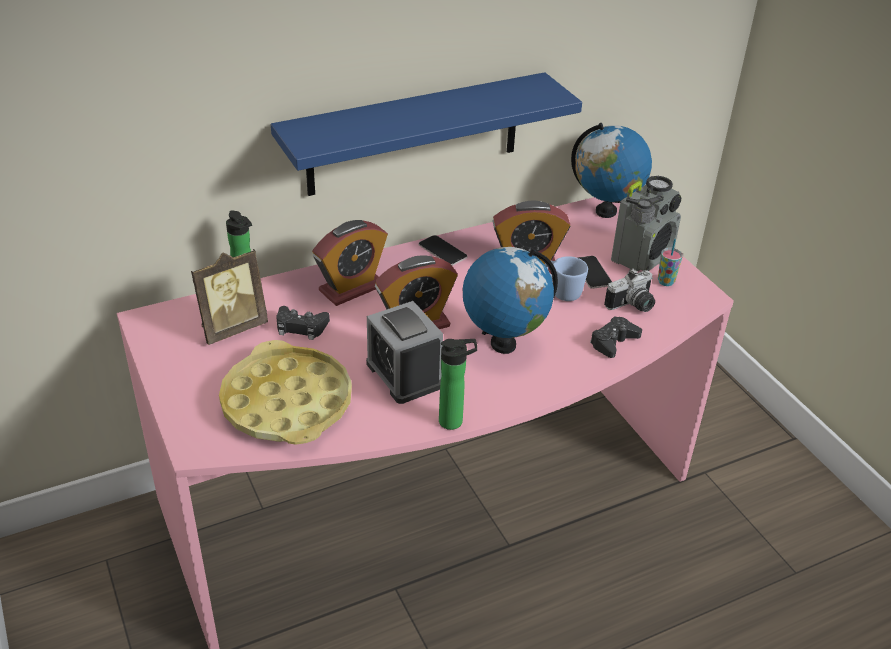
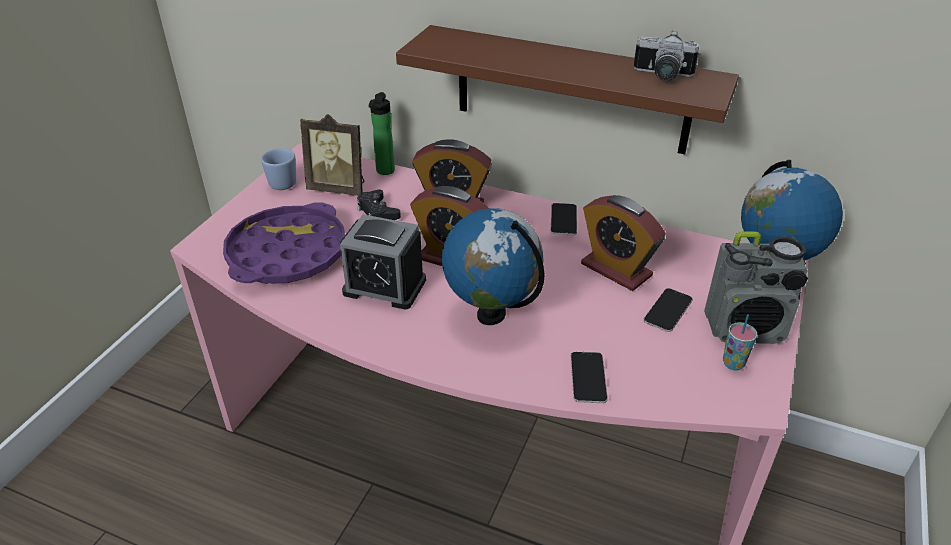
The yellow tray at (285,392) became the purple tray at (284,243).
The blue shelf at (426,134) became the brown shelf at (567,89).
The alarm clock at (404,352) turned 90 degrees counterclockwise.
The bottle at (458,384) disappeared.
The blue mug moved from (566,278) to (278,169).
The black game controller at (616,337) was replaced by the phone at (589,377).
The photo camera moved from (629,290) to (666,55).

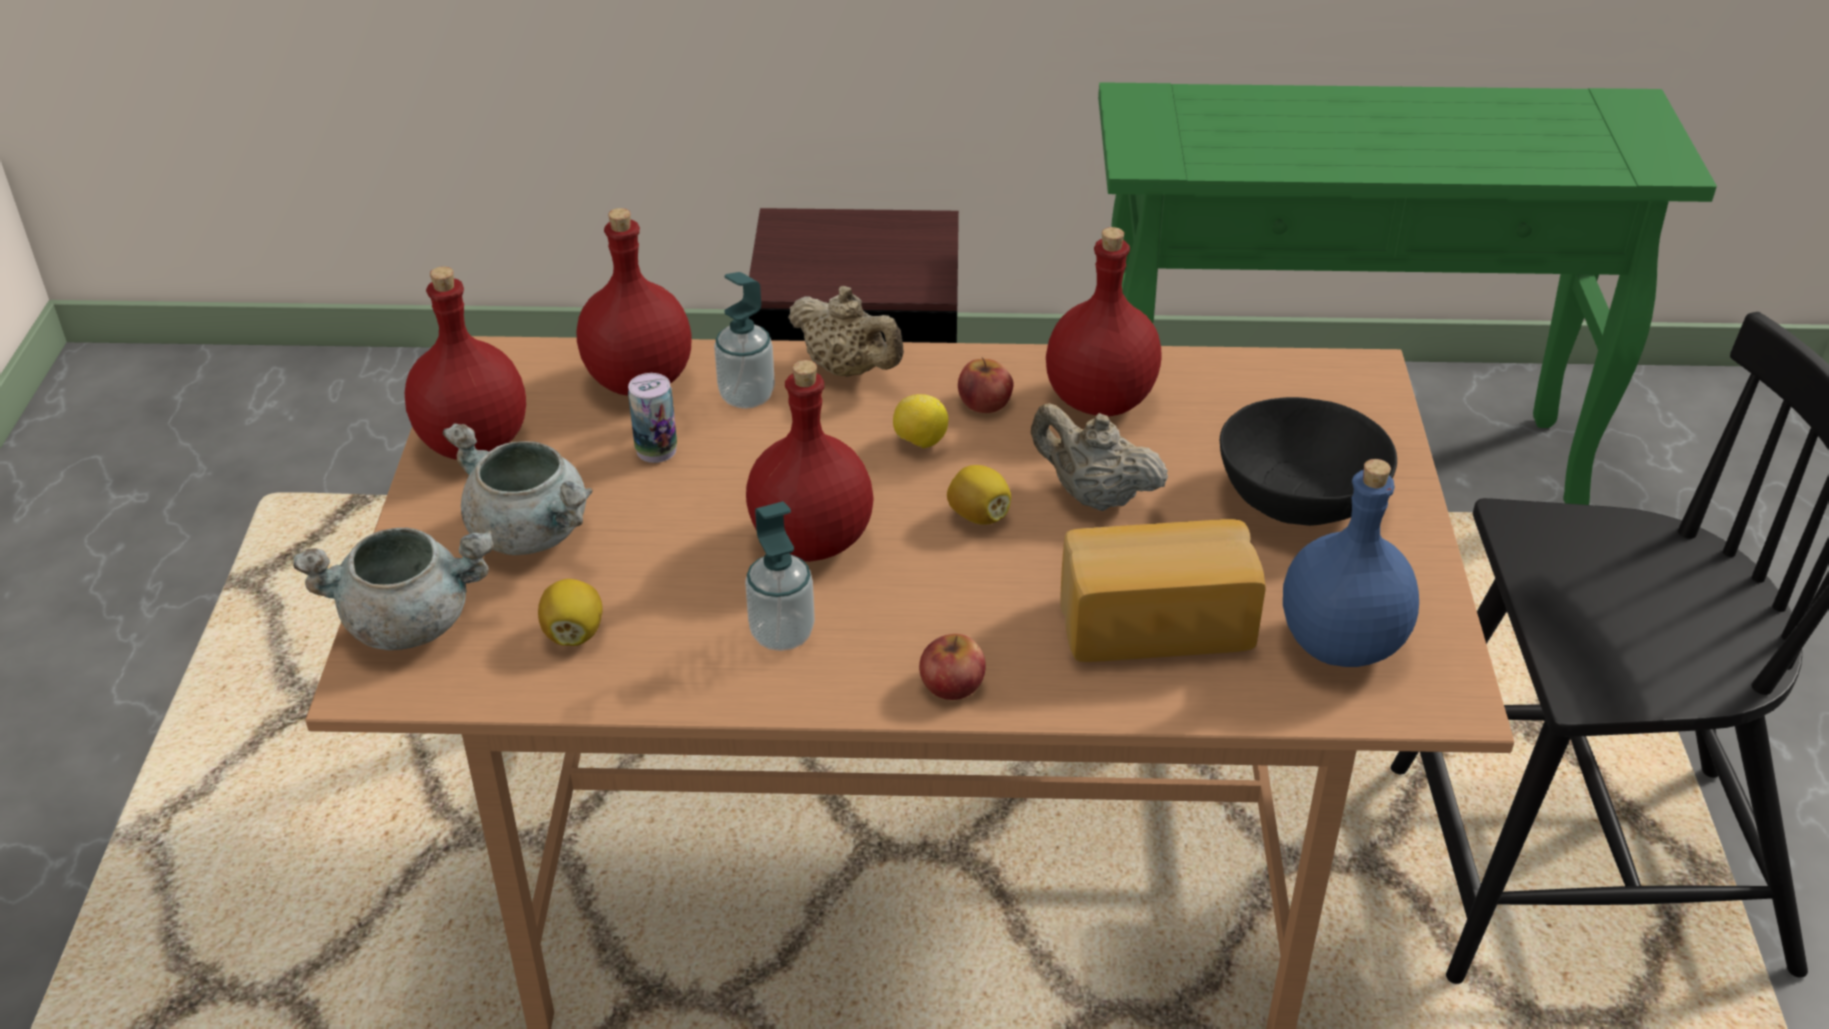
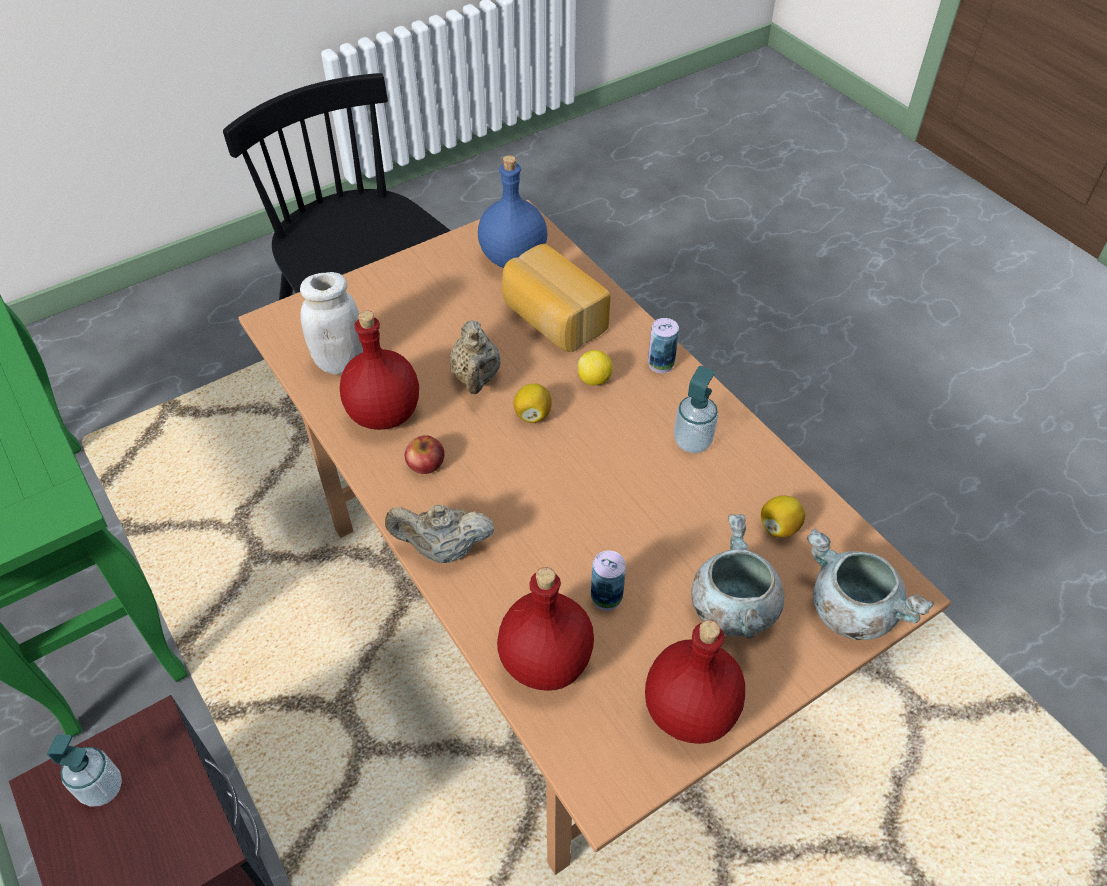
The soap dispenser moved from (744,340) to (84,770).
The red bottle at (810,461) disappeared.
The beige teapot at (846,331) turned 90 degrees counterclockwise.
The lemon moved from (921,421) to (595,368).
The apple at (952,667) was replaced by the can at (663,345).
The black bowl at (1308,461) disappeared.
The white jar at (331,323) appeared.

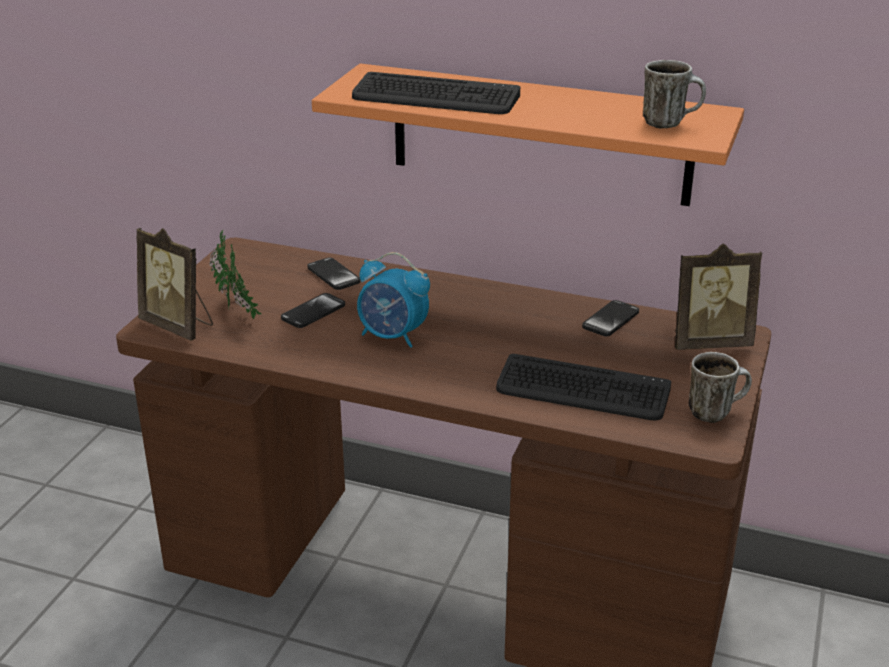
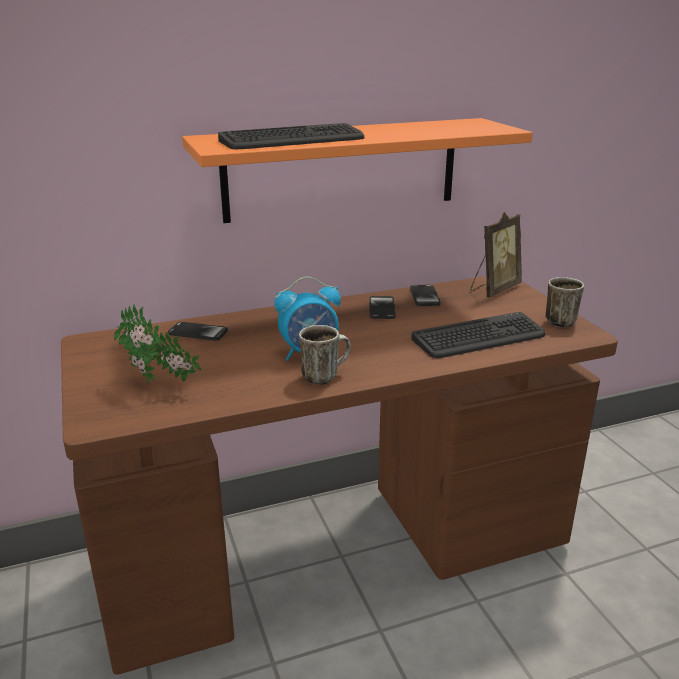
The picture frame at (175,284) disappeared.
The phone moved from (313,310) to (382,307).
The mug moved from (674,94) to (325,355).

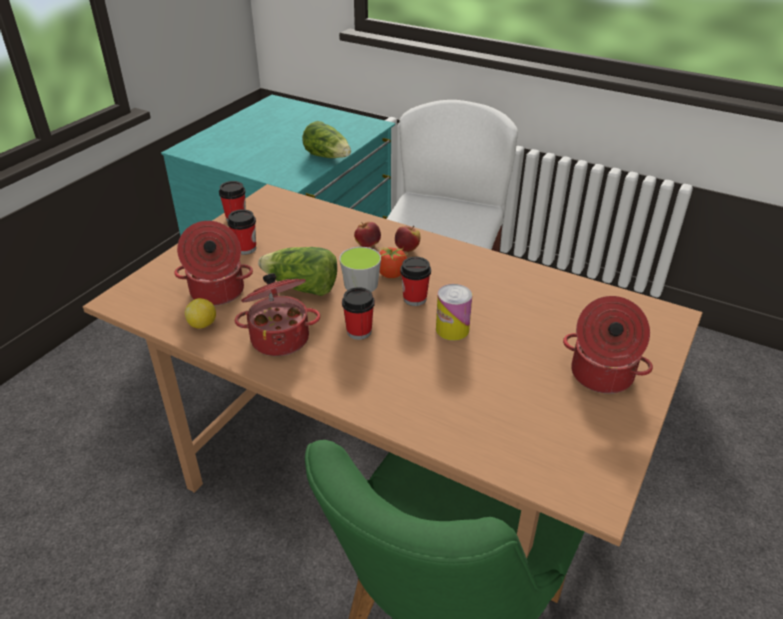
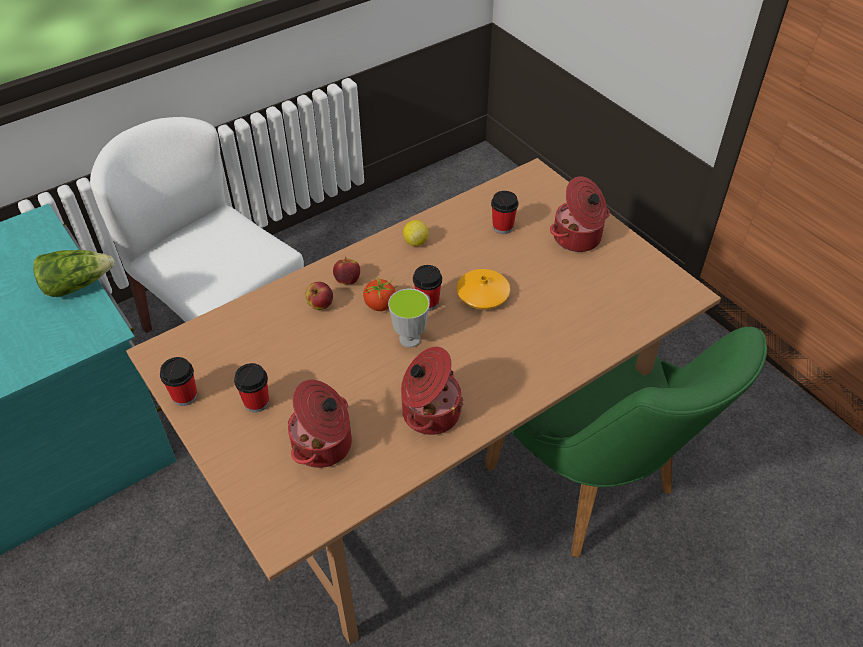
The lemon moved from (200,313) to (416,233).
The lettuce at (297,271) disappeared.
The cup moved from (358,313) to (504,212).
The can at (454,312) was replaced by the orange vase at (483,289).

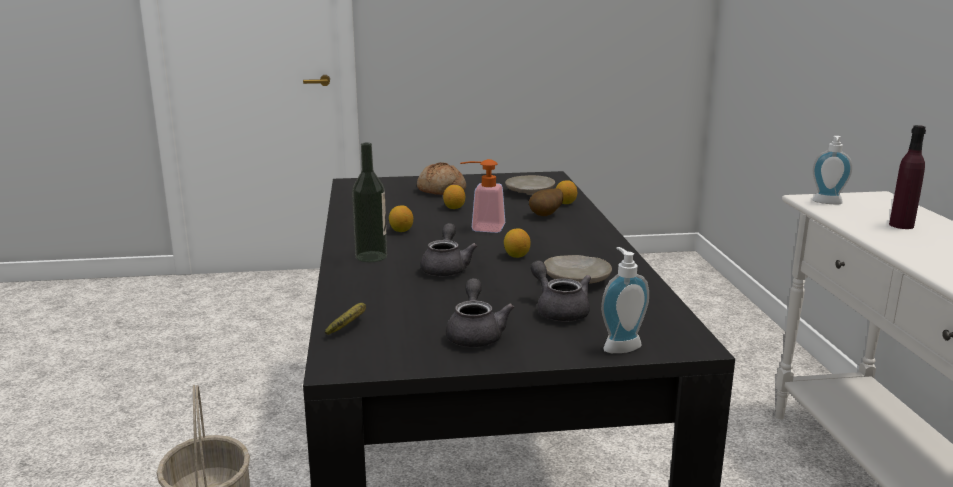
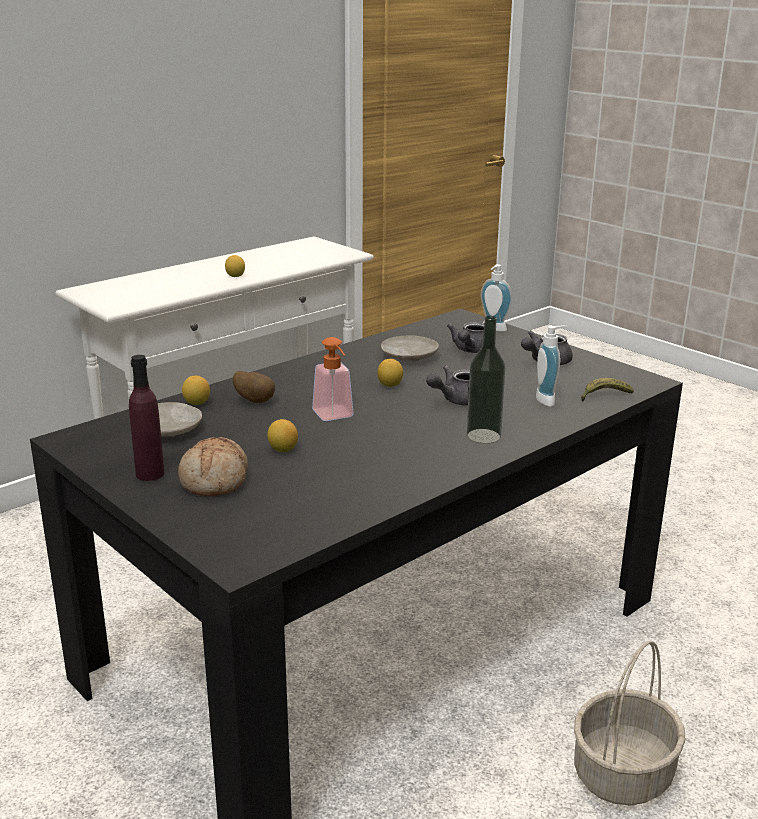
The lemon moved from (401,218) to (235,266).
The soap dispenser moved from (832,170) to (552,366).
The purple bottle moved from (907,177) to (146,418).

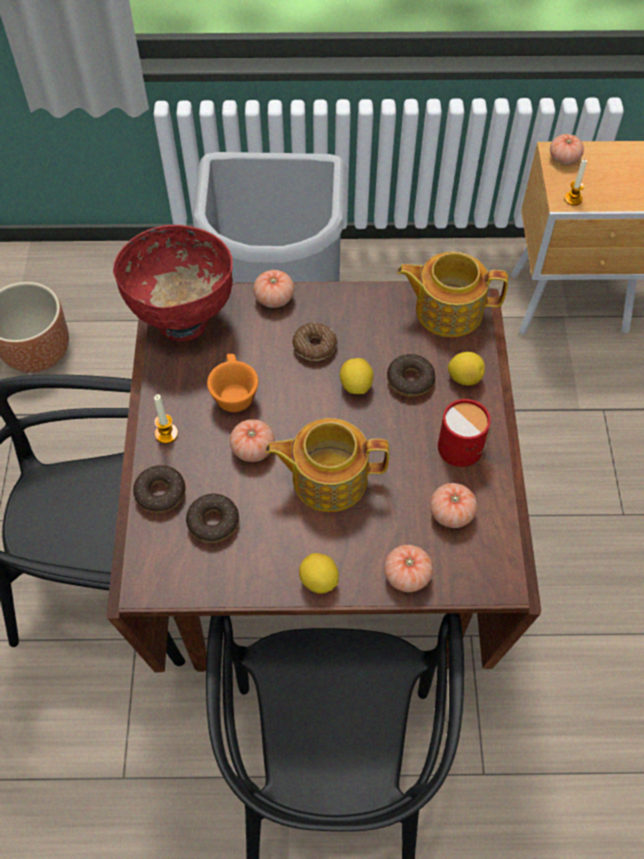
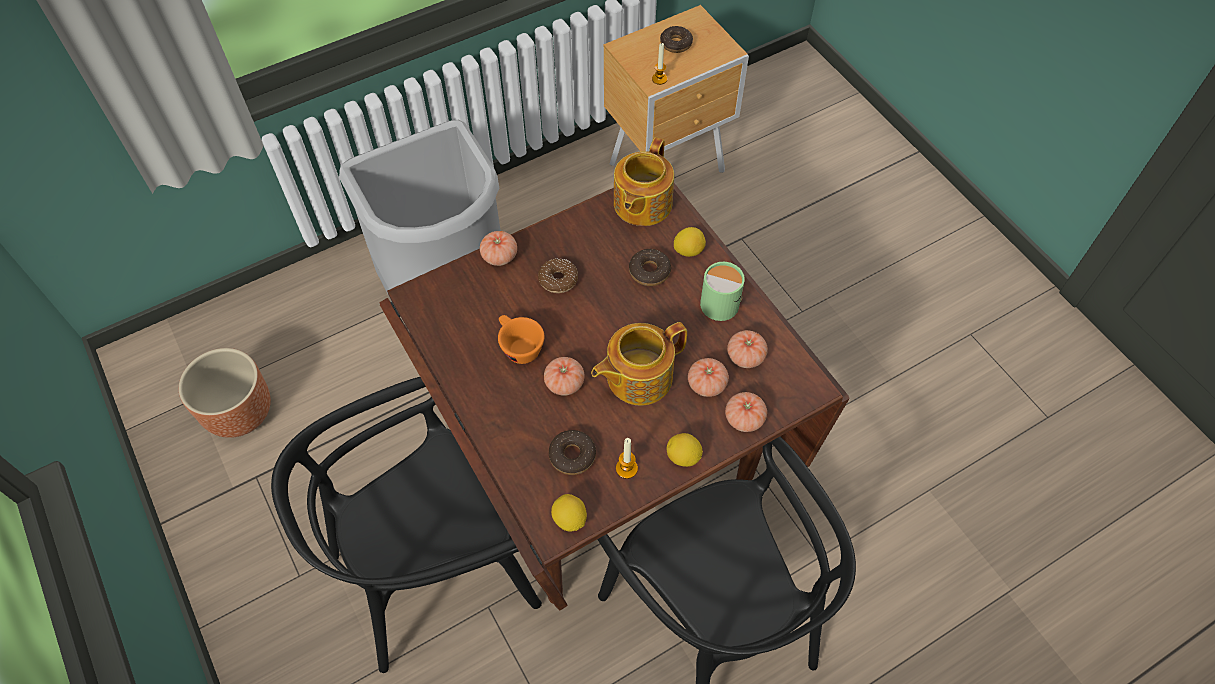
The red bowl at (173,283) disappeared.
The donut moved from (159,489) to (676,39).
The candle moved from (166,419) to (627,458).
The lemon moved from (357,376) to (569,513).
The teapot at (452,294) turned 45 degrees counterclockwise.
The red mug at (464,433) became the green mug at (722,291).
The tomato moved from (567,149) to (708,377).

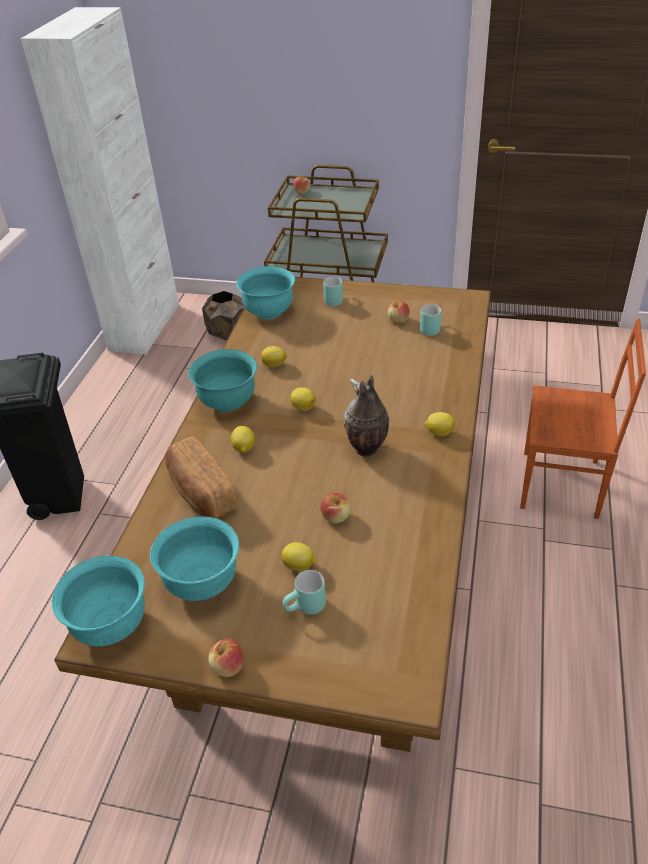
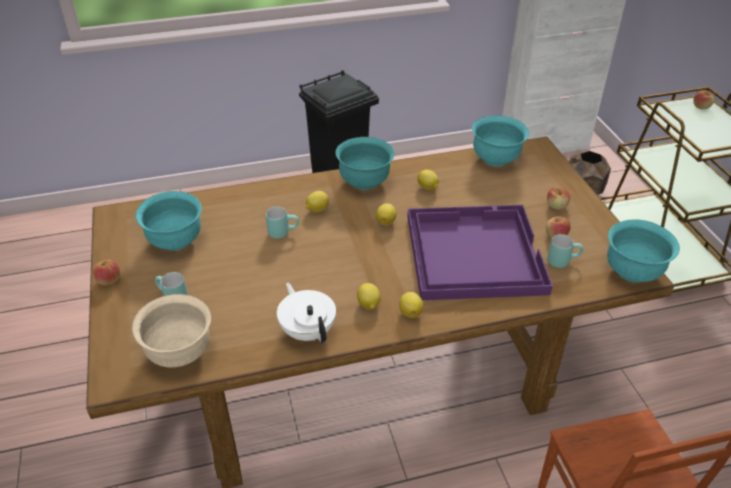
The turquoise bowl moved from (98,601) to (643,251).
The bread at (201,477) disappeared.
The lemon moved from (298,556) to (369,296).
The apple moved from (335,508) to (558,198).
The turquoise mug moved from (333,291) to (282,222).
The vase at (366,416) disappeared.
The beige bowl at (171,331) appeared.
The white teapot at (306,313) appeared.
The purple tray at (480,252) appeared.

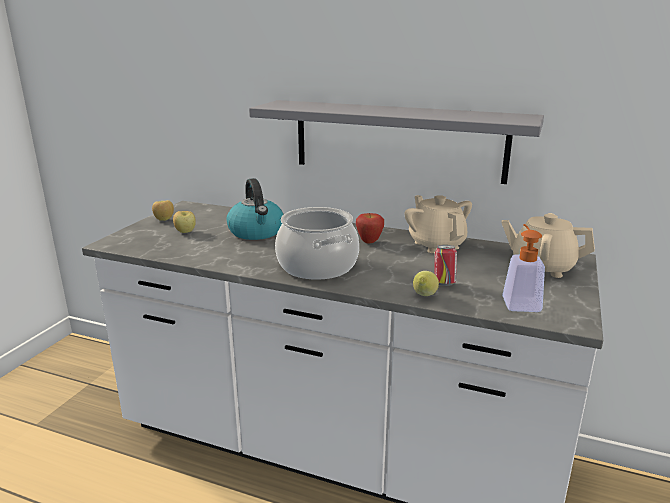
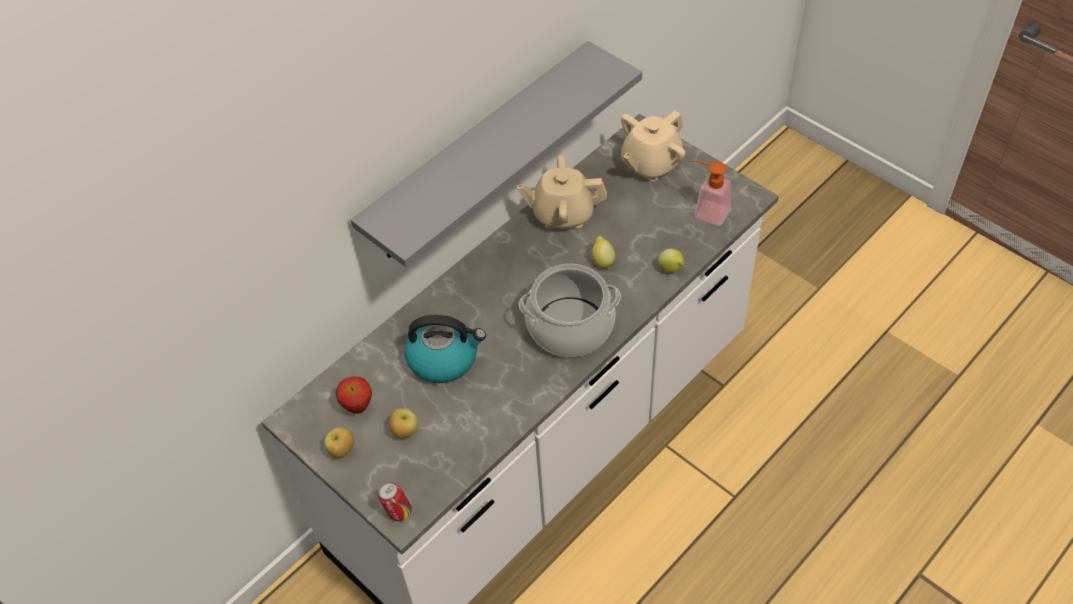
The apple moved from (370,228) to (354,395).
The can moved from (445,265) to (395,501).
The lemon at (604,252) appeared.

